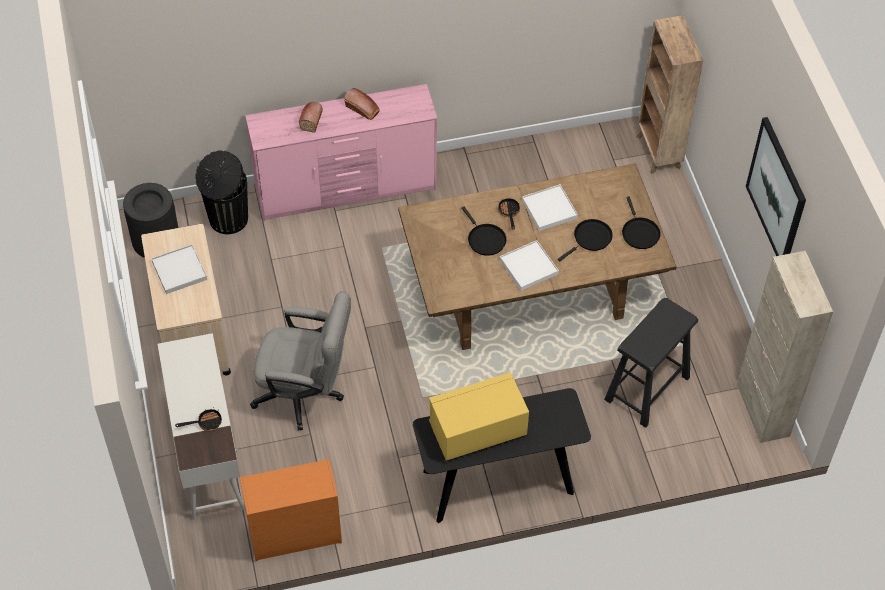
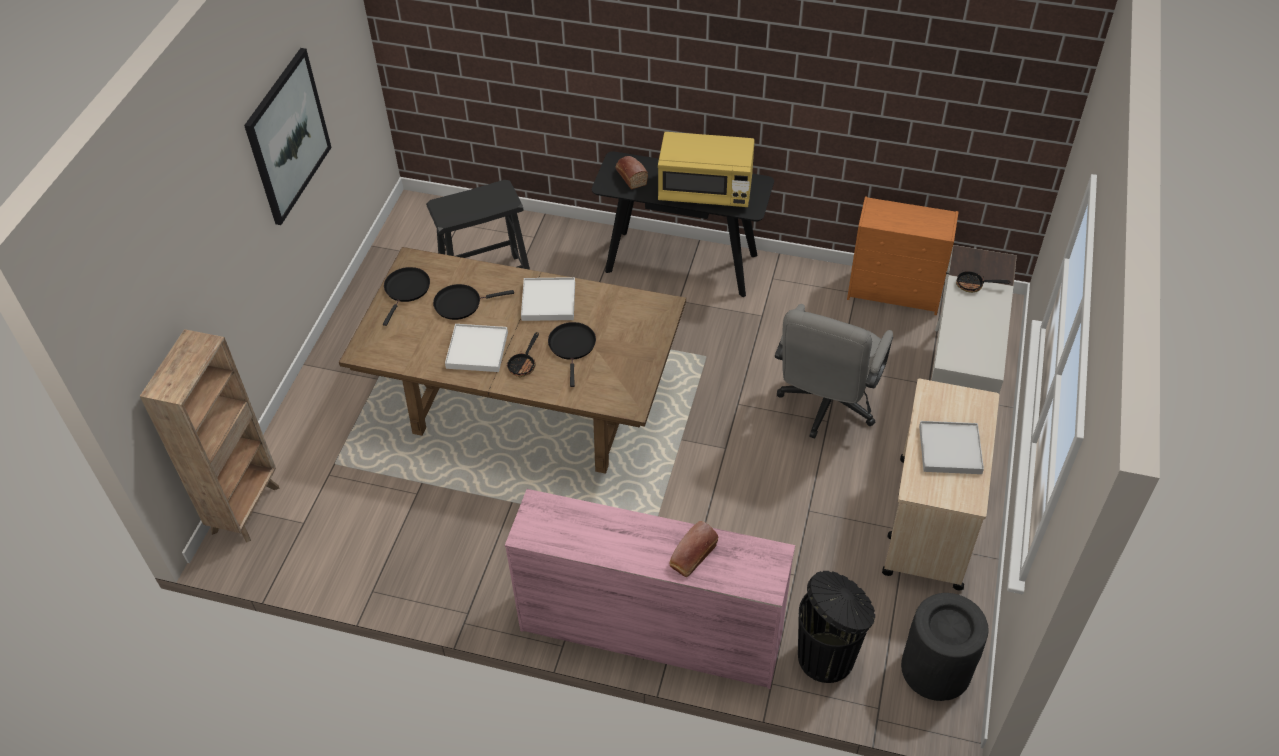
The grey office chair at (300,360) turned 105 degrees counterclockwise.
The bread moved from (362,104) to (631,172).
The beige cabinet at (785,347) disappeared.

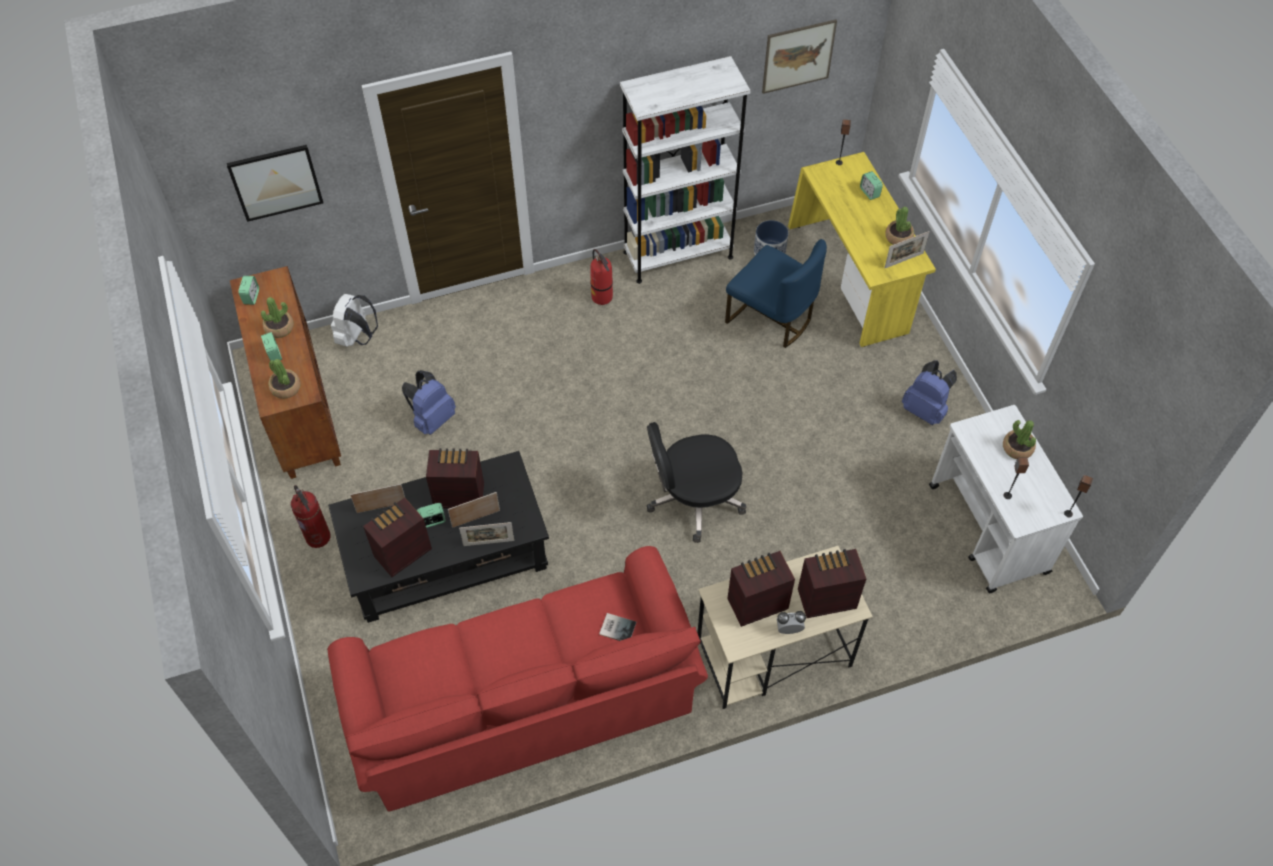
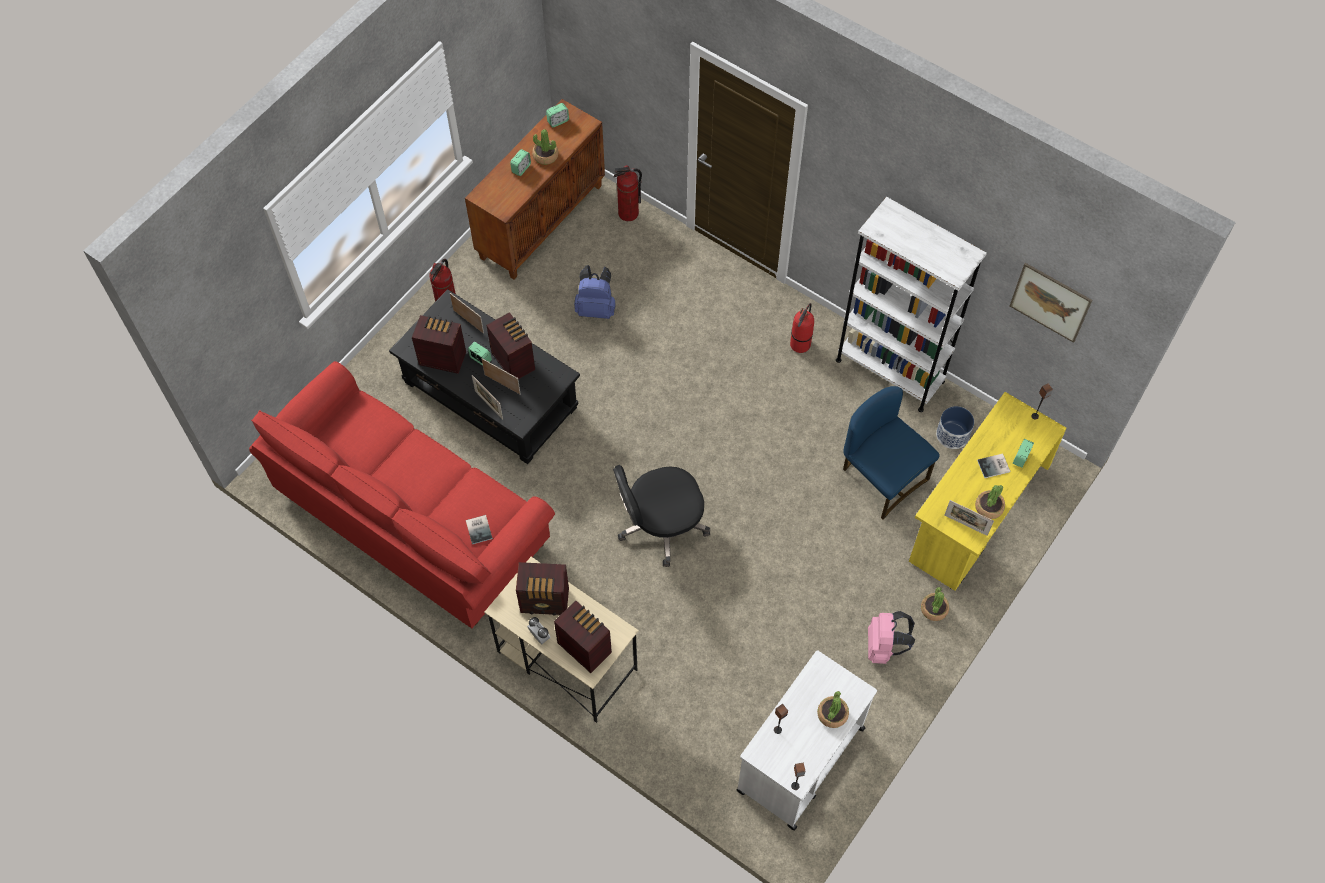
The picture at (274,183) disappeared.
The potted plant moved from (284,379) to (935,604).
The white backpack at (354,320) was replaced by the fire extinguisher at (627,193).
The black office chair at (696,482) turned 60 degrees counterclockwise.
The blue chair at (776,293) turned 135 degrees clockwise.
The radio at (761,589) turned 150 degrees clockwise.
The blue backpack at (929,392) became the pink backpack at (891,637).
The book at (993,466) appeared.

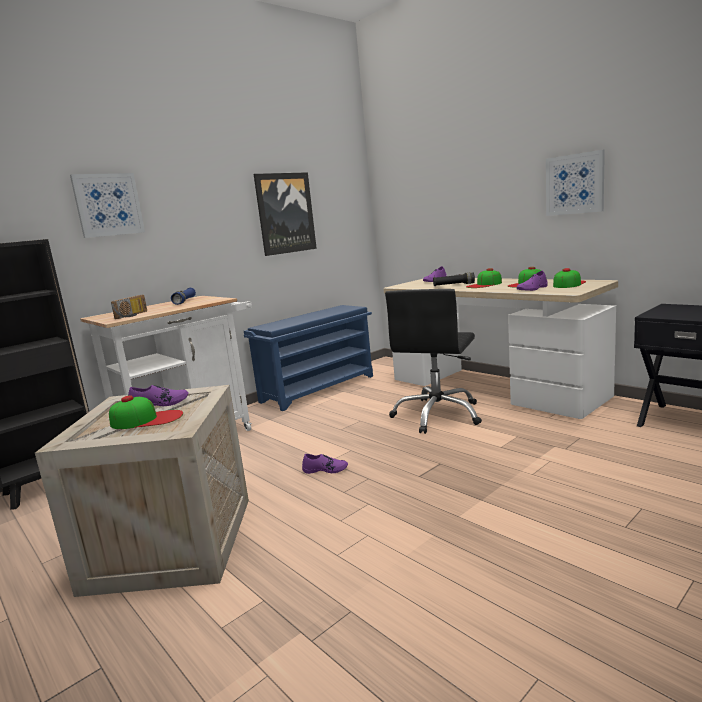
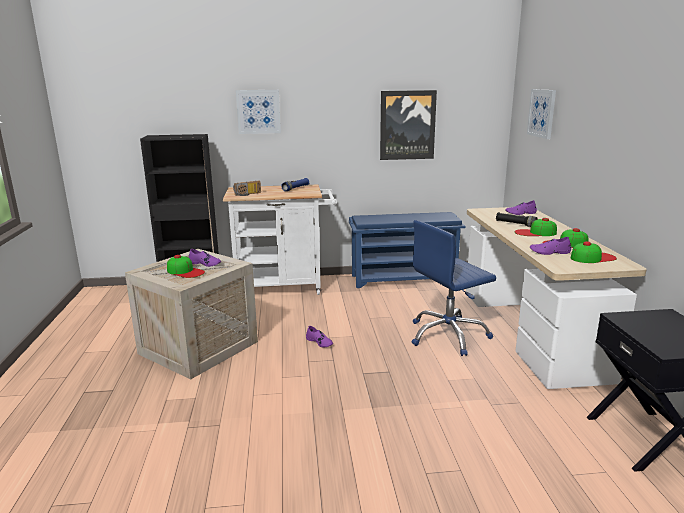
The black office chair at (433,361) became the blue office chair at (454,288).
The picture moved from (575,183) to (541,114).

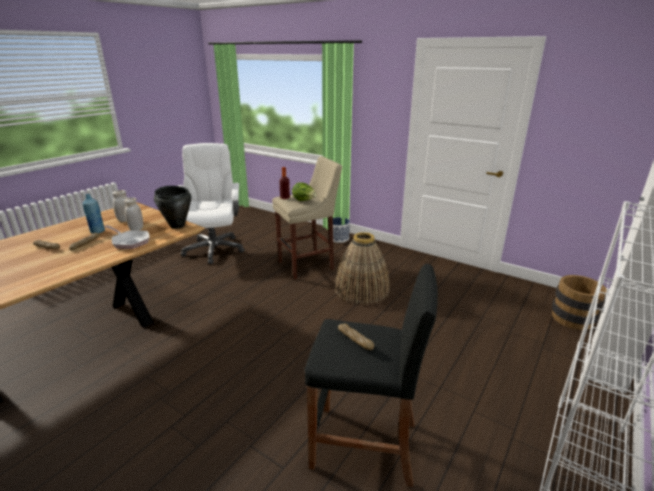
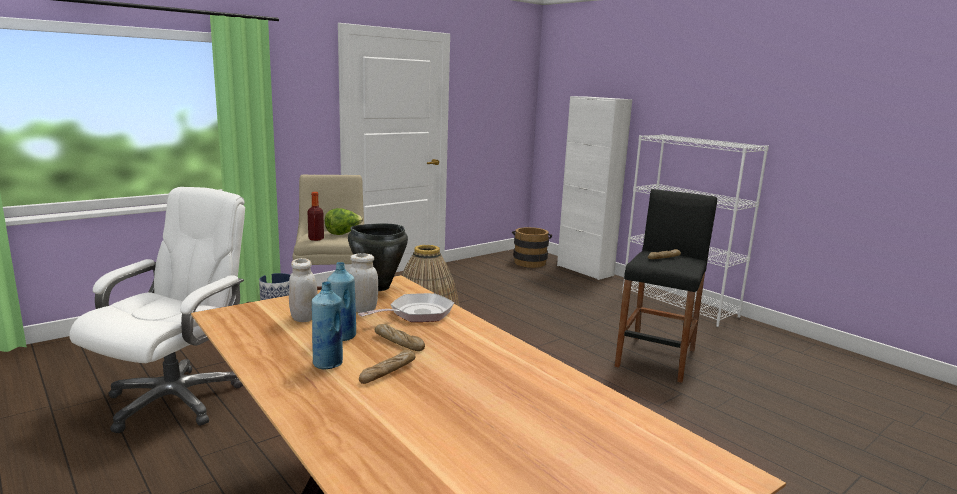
The white office chair at (211,203) turned 105 degrees clockwise.
The blue bottle at (327,325) appeared.

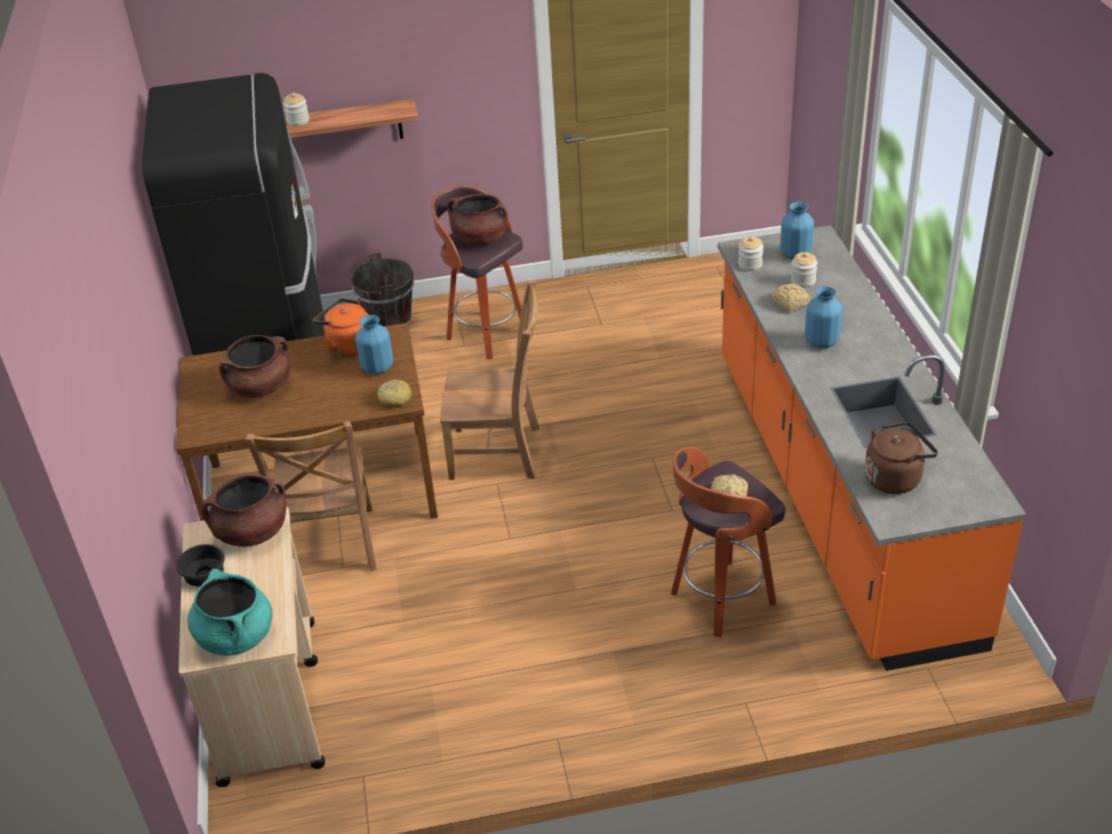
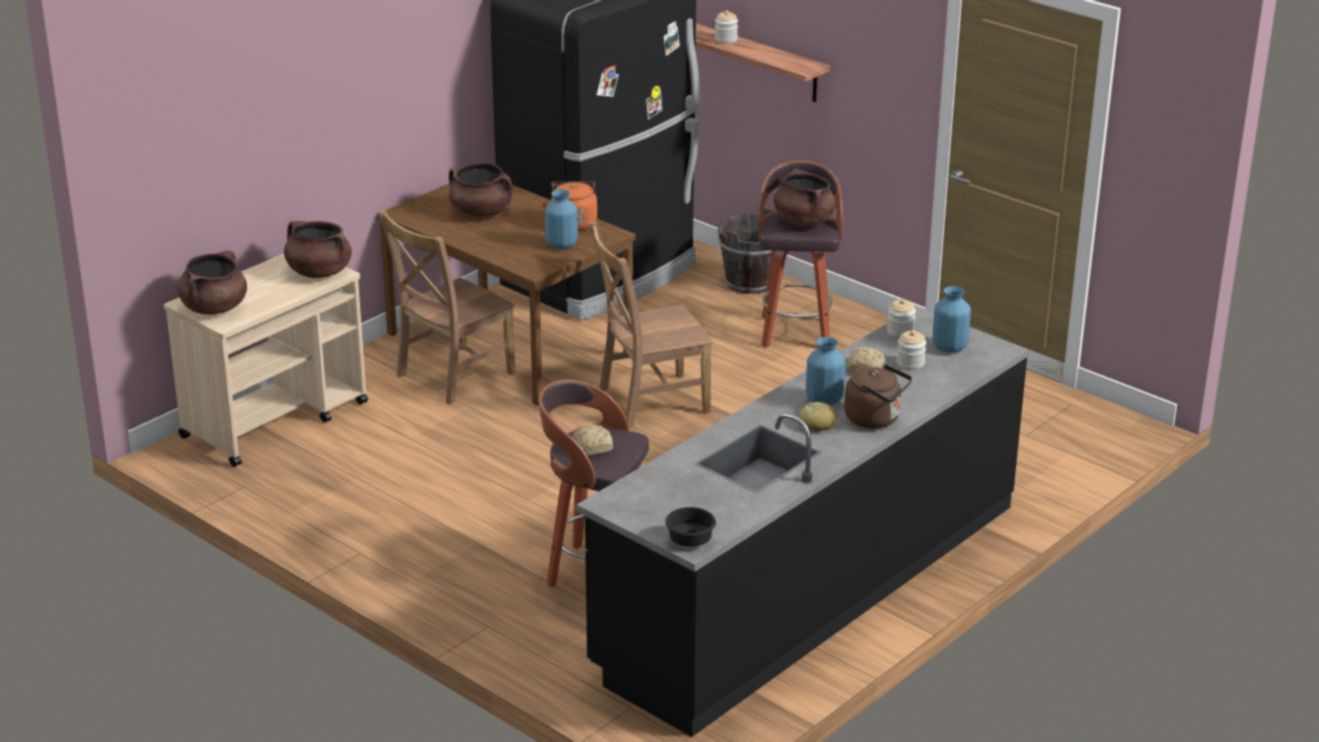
The black bowl moved from (200,565) to (690,527).
The turquoise cooking pot at (230,612) became the brown cooking pot at (212,282).
The bread moved from (394,393) to (818,416).
The brown chair at (490,380) turned 105 degrees clockwise.
The orange counter at (872,448) became the black counter at (802,522).
The brown kettle moved from (901,458) to (878,396).

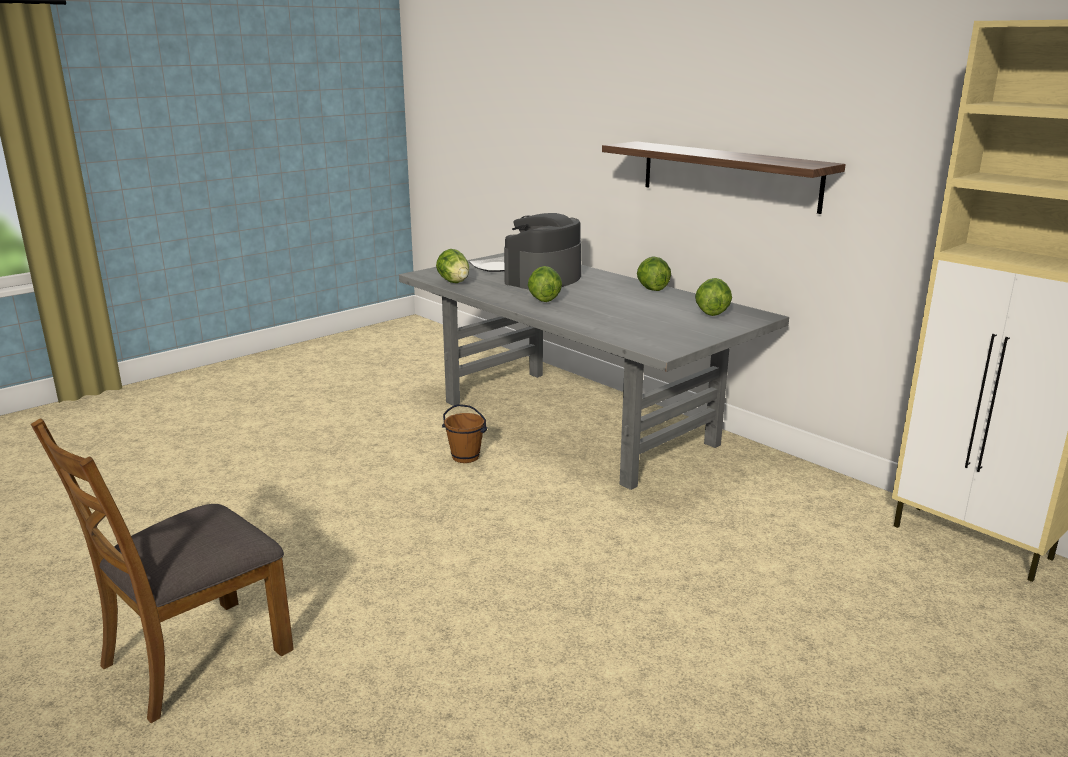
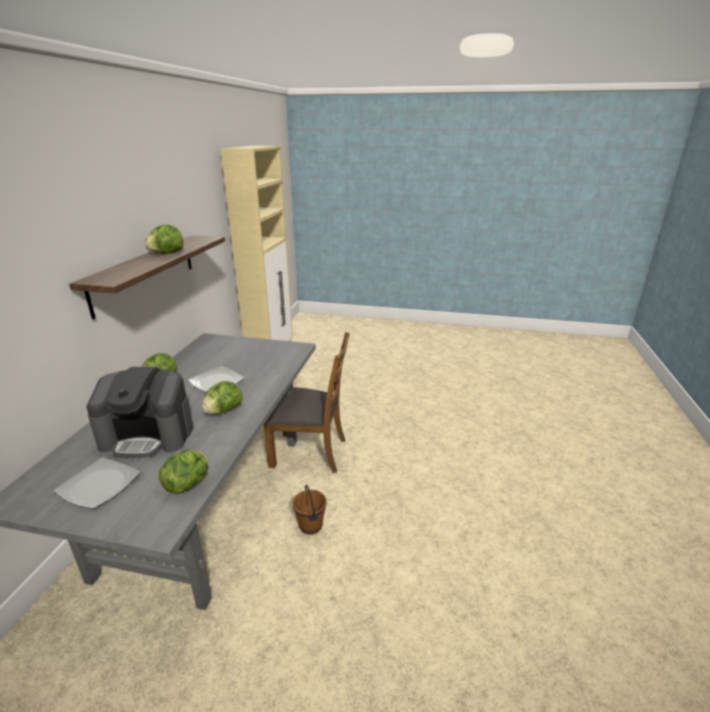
The brown chair moved from (162,570) to (307,402).
The lettuce moved from (713,297) to (164,239).
The plate at (216,379) appeared.

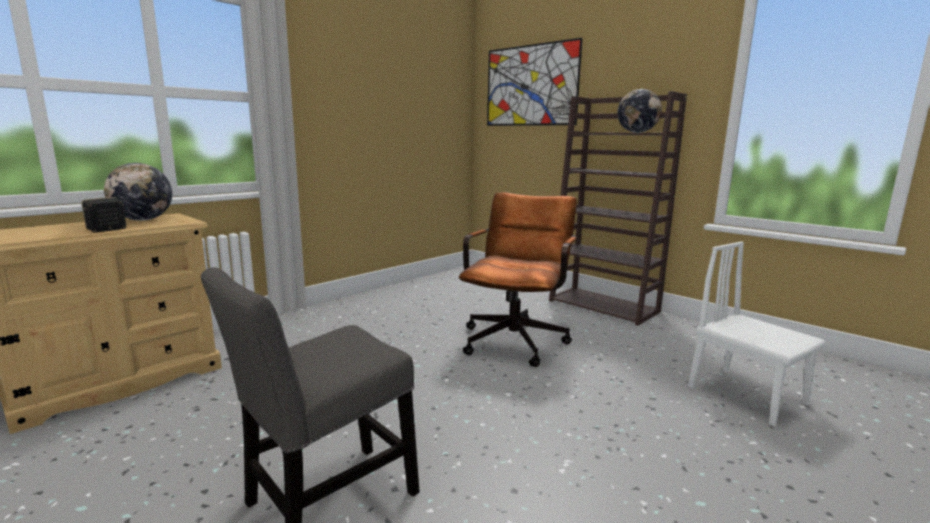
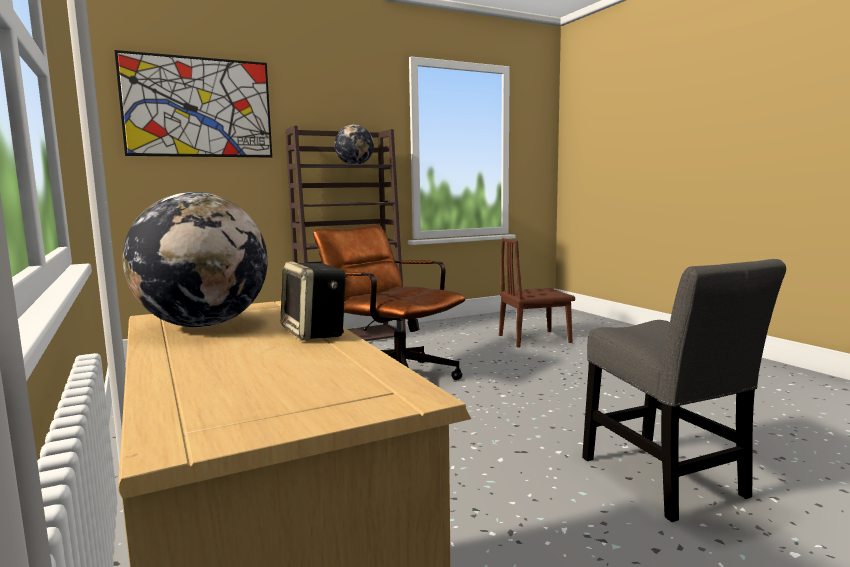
The white chair at (757,334) became the brown chair at (537,293).

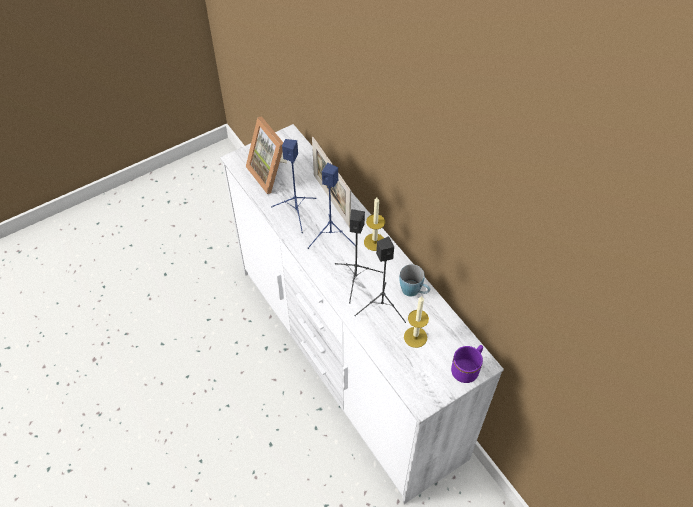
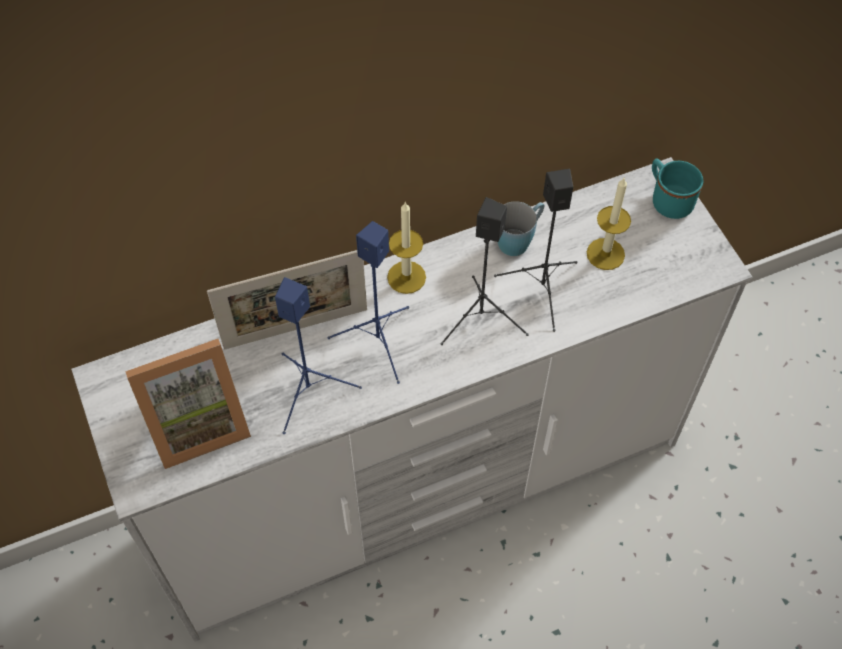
The purple mug at (467,364) became the turquoise mug at (677,188).

